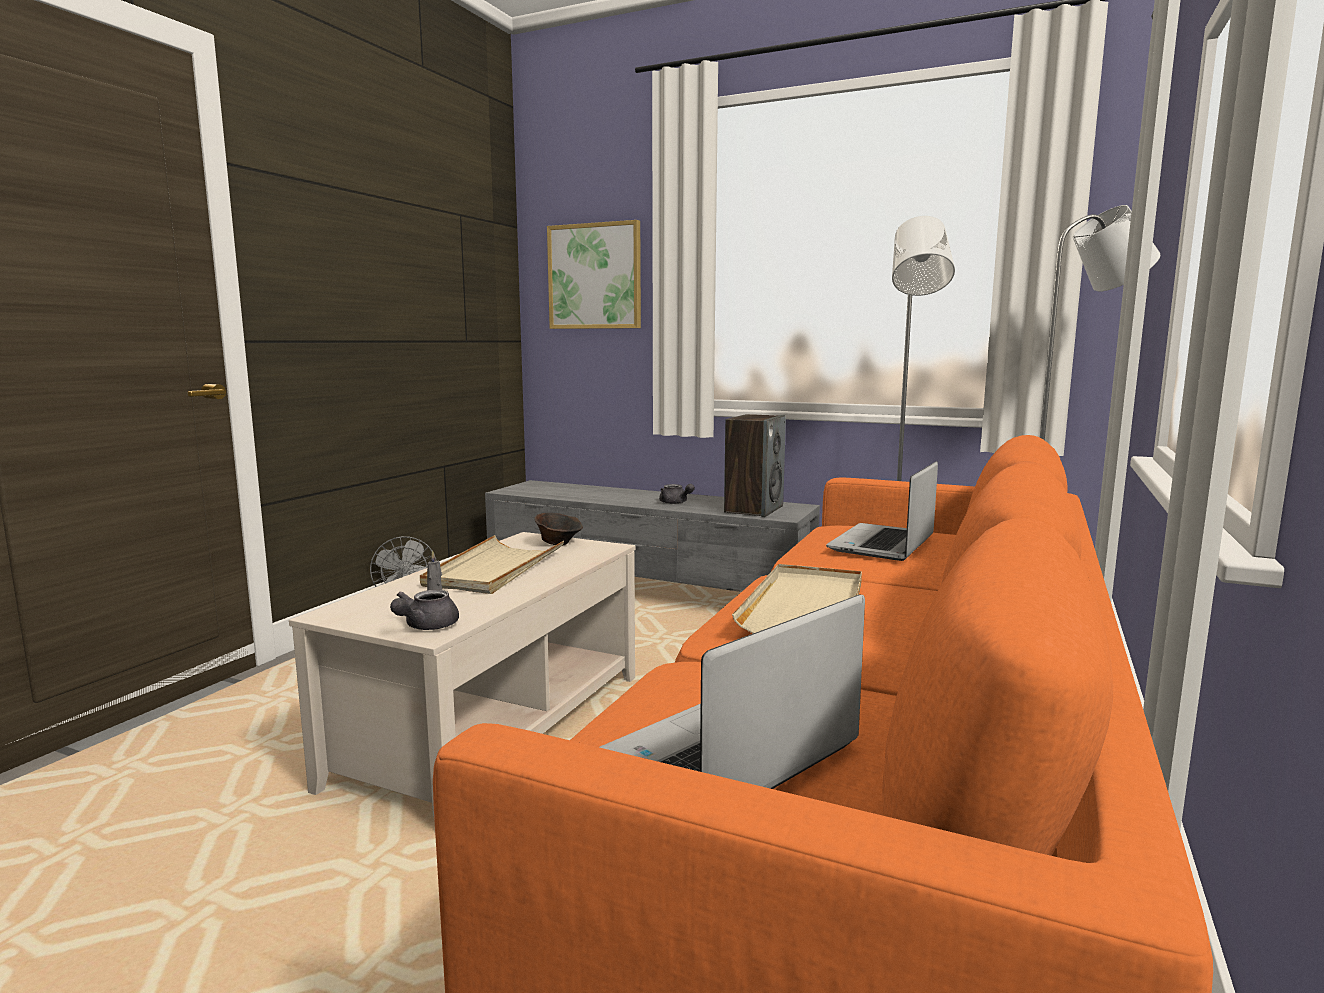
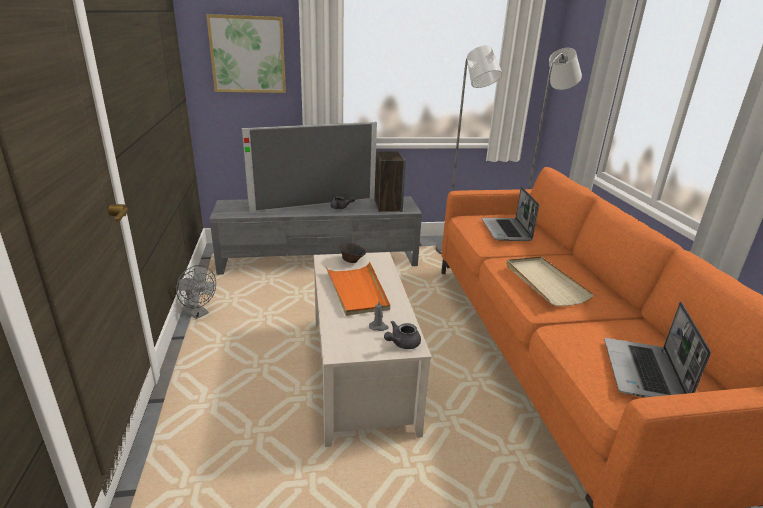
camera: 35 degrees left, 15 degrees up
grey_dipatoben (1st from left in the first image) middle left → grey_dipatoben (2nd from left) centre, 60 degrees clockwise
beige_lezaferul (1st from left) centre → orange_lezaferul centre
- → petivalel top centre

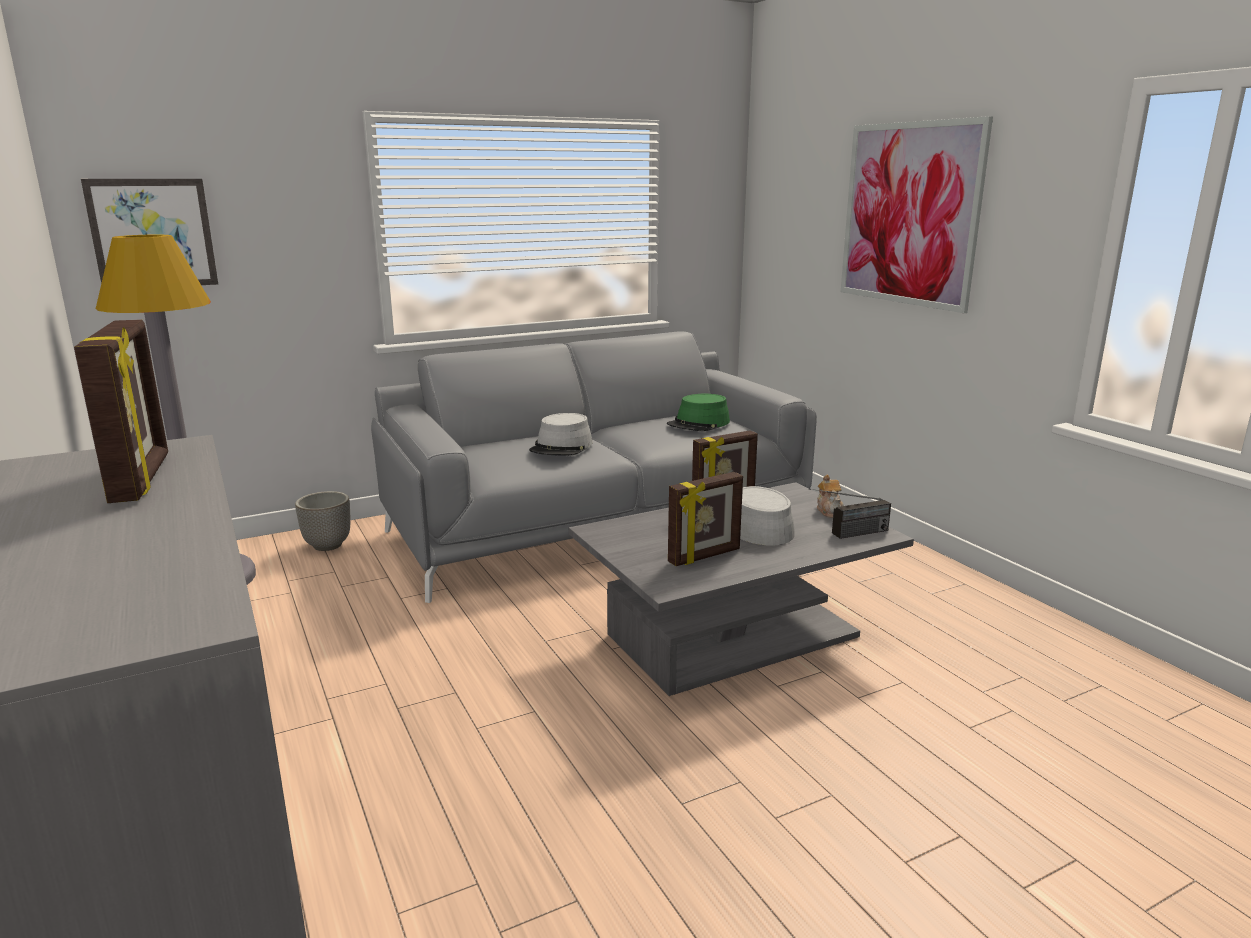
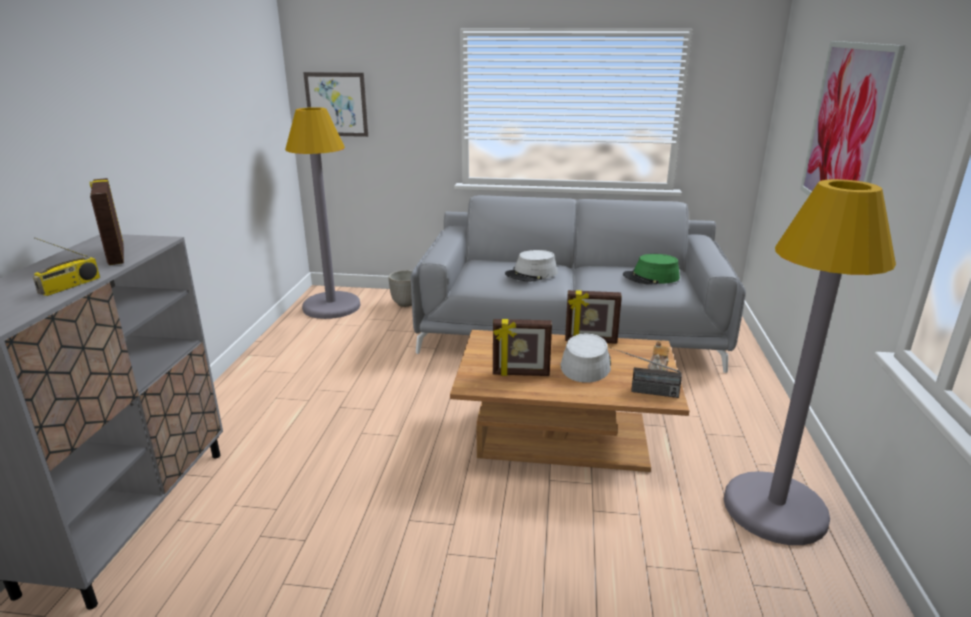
camera: 35 degrees right, 5 degrees up
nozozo (1st from left) middle left, 135 degrees clockwise
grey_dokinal centre → brown_dokinal centre
- → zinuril (1st from left) middle left
- → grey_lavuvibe (2nd from left) middle right

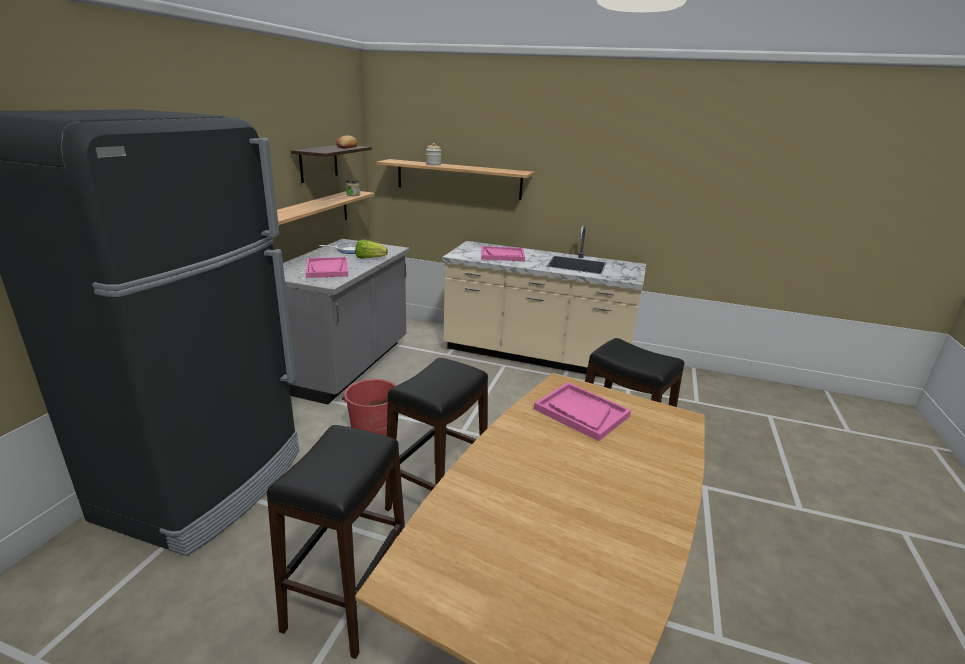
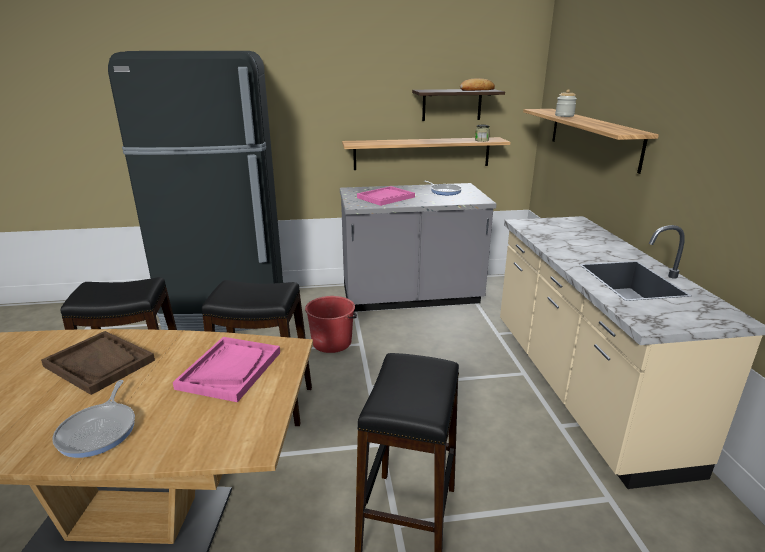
camera: 65 degrees right, 0 degrees up
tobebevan centre → -
pink_lezaferul (2nd from left) centre → -
- → brown_lezaferul middle left
- → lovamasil (1st from left) bottom left

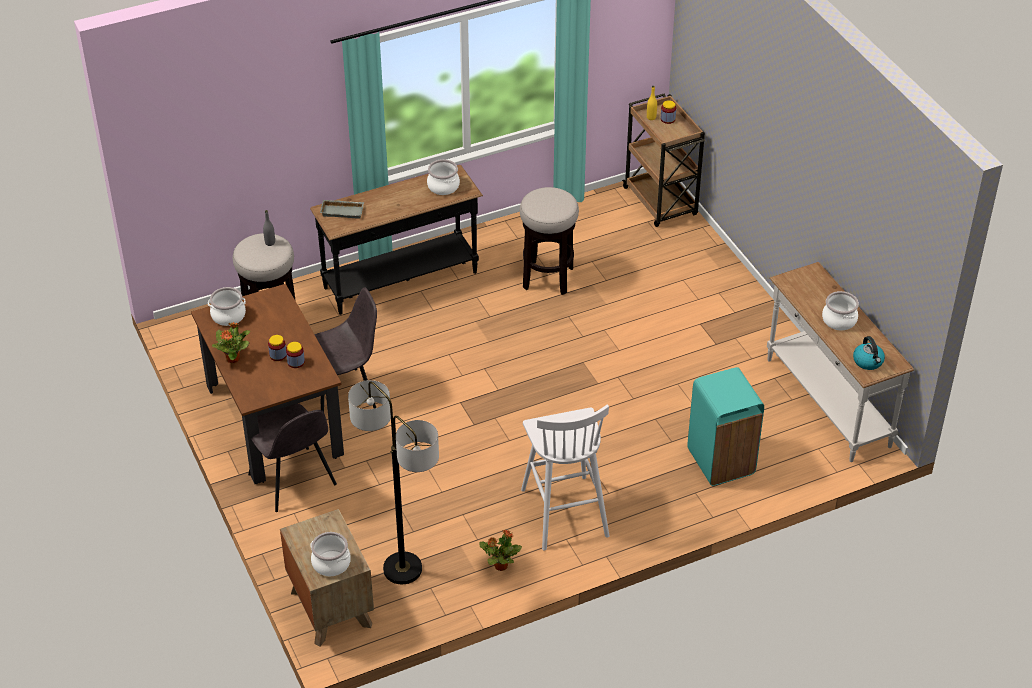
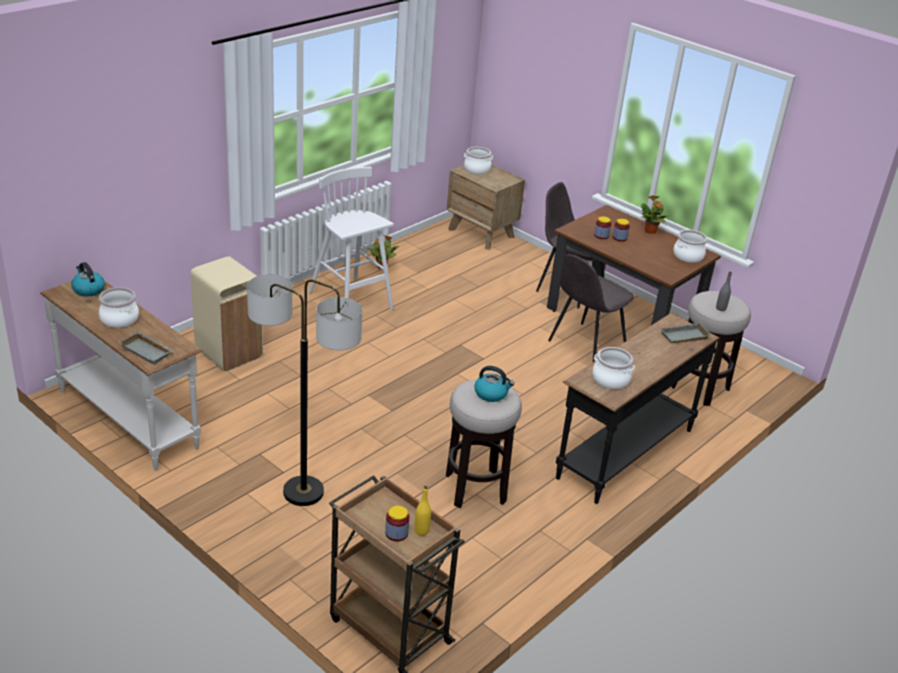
camera: 155 degrees right, 10 degrees down
lavuvibe bottom centre → lavuvibe centre, move
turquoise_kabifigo middle right → beige_kabifigo middle left
- → grey_lezaferul (1st from left) middle left
- → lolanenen (2nd from left) centre

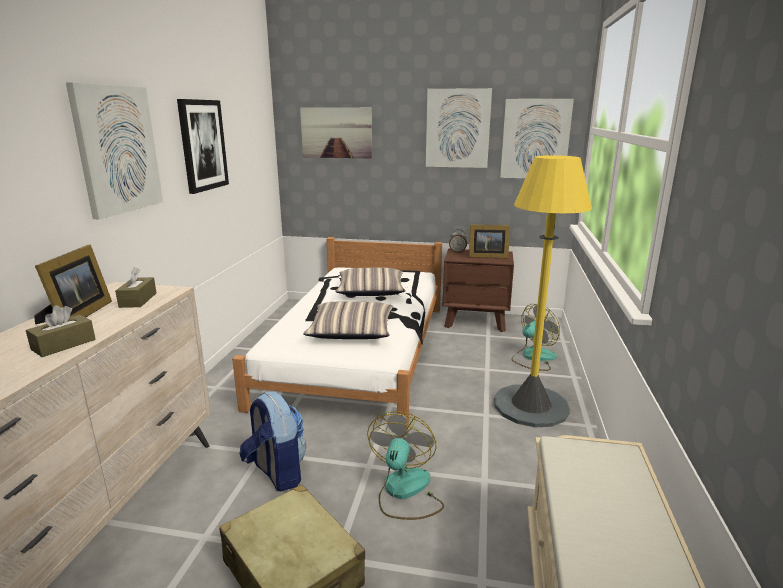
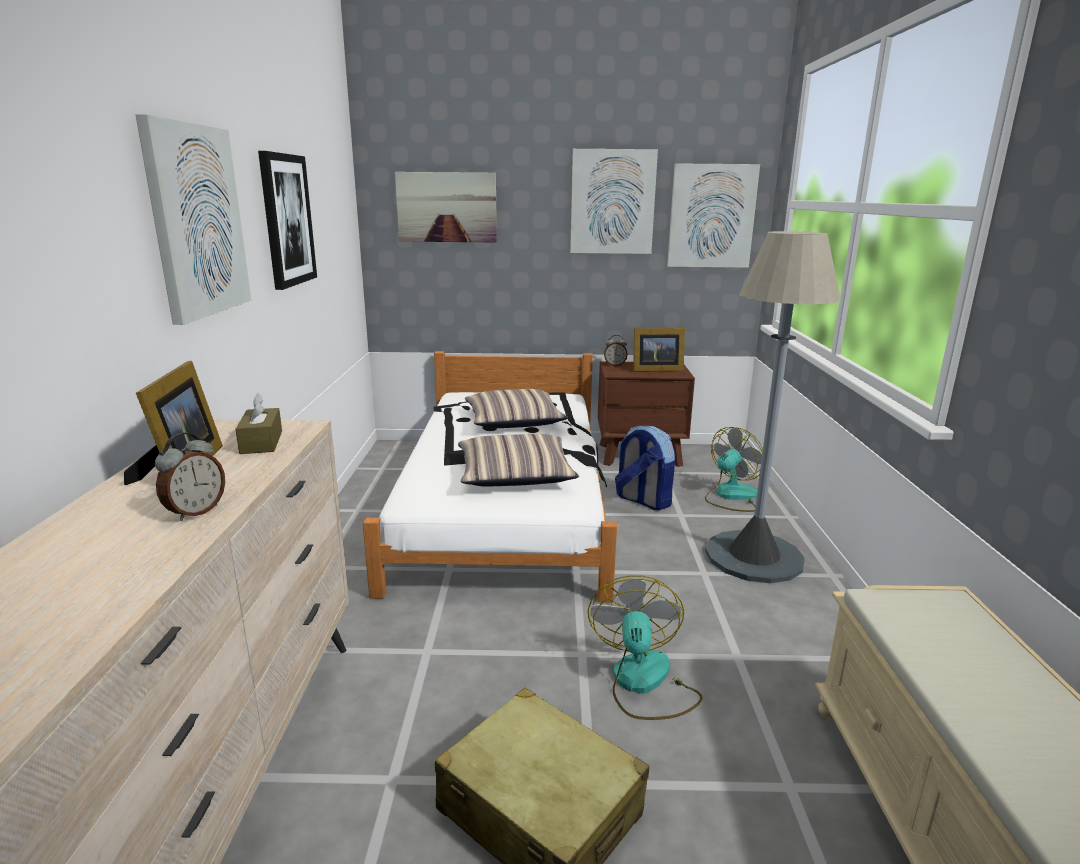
camera: 10 degrees left, 0 degrees up
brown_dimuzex (1st from left) middle left → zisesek (1st from left) middle left
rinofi bottom centre → rinofi centre, move
yellow_lavuvibe middle right → grey_lavuvibe middle right

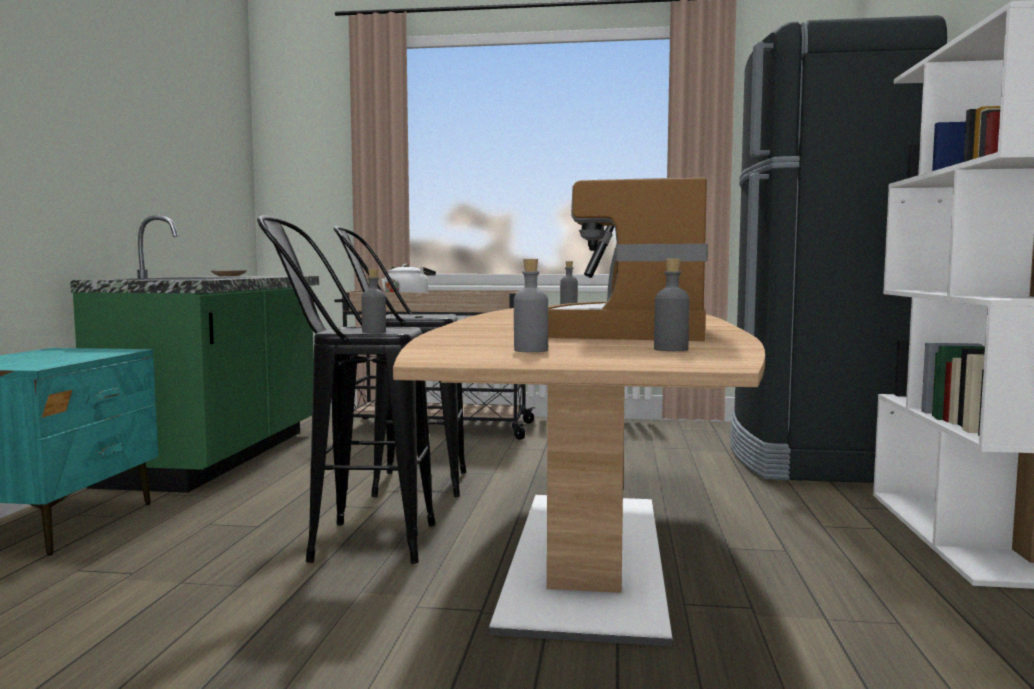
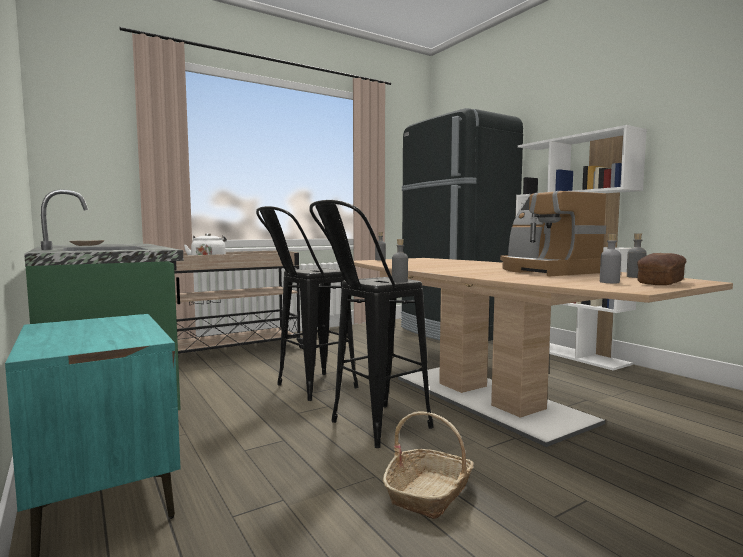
camera: 40 degrees left, 0 degrees up
- → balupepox bottom centre
- → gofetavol middle right

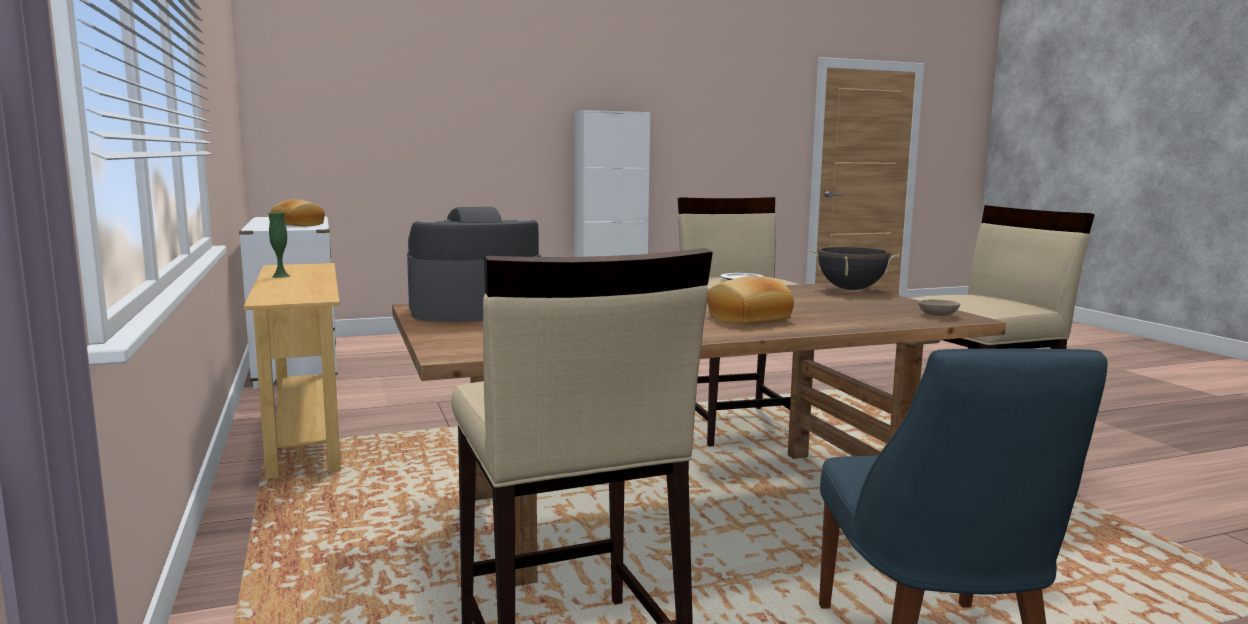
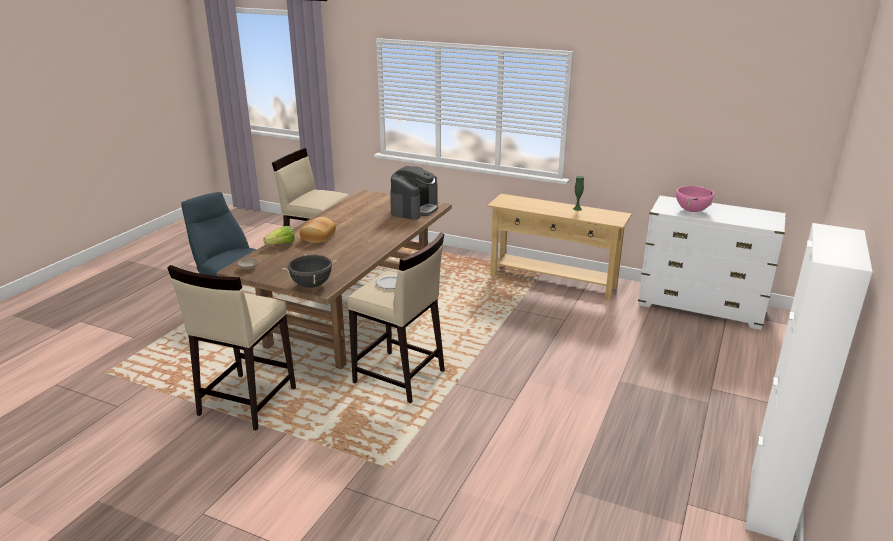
camera: 135 degrees right, 15 degrees up
gofetavol (1st from left) middle left → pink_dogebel middle right
- → tobebevan middle left

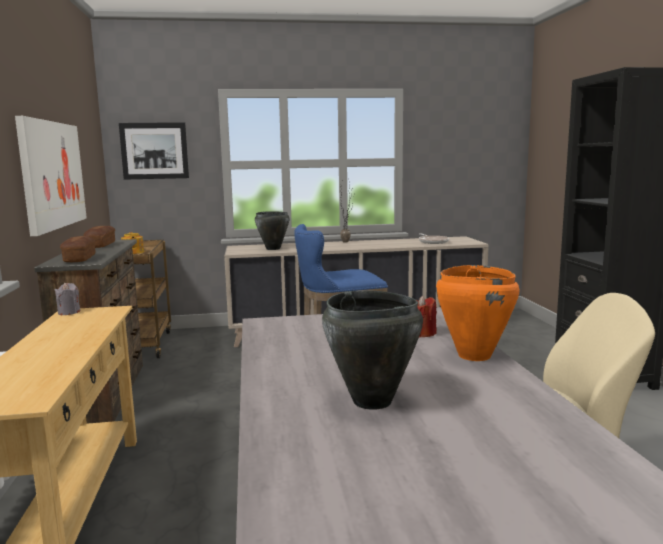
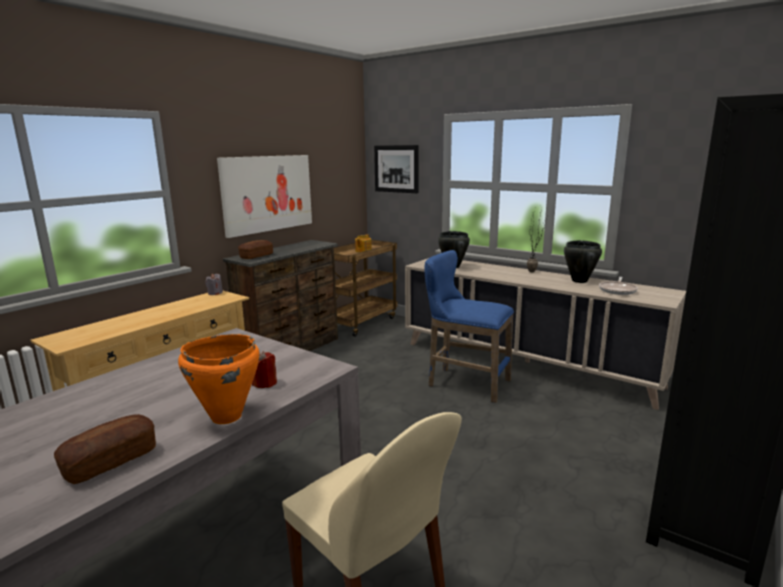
camera: 45 degrees right, 5 degrees up
gofetavol (2nd from left in the first image) middle left → gofetavol (1st from left) bottom left, move
black_dogebel (2nd from left) centre → black_dogebel (2nd from left) middle right, move

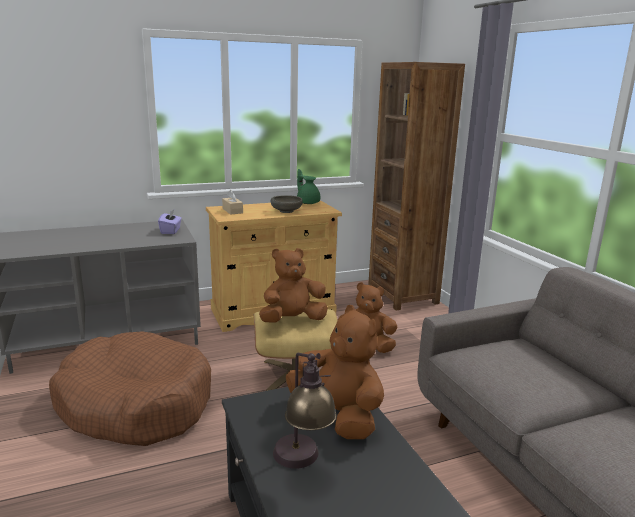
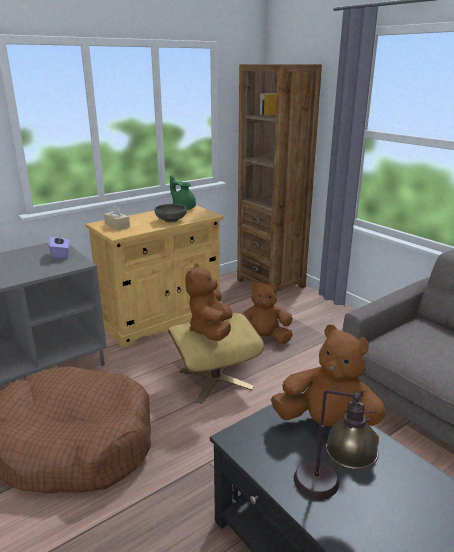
camera: 15 degrees left, 5 degrees up
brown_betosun (1st from left) centre, 45 degrees counterclockwise

